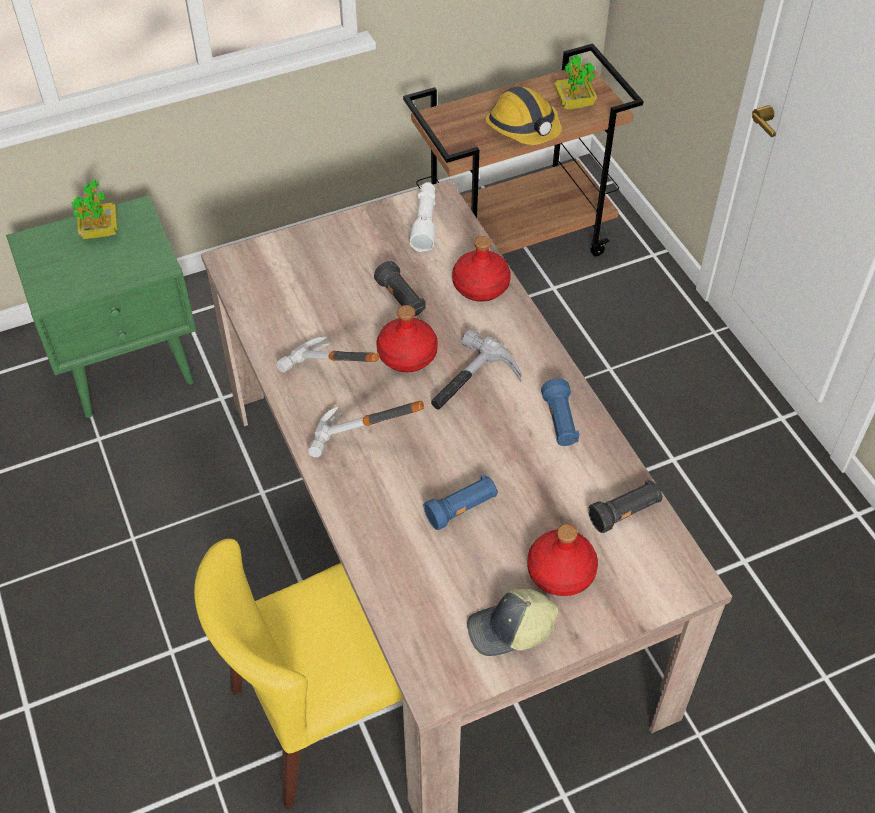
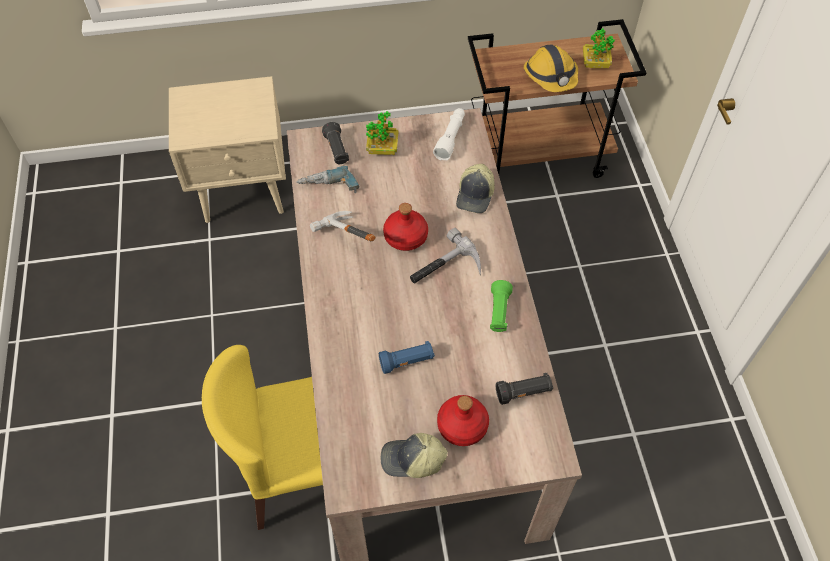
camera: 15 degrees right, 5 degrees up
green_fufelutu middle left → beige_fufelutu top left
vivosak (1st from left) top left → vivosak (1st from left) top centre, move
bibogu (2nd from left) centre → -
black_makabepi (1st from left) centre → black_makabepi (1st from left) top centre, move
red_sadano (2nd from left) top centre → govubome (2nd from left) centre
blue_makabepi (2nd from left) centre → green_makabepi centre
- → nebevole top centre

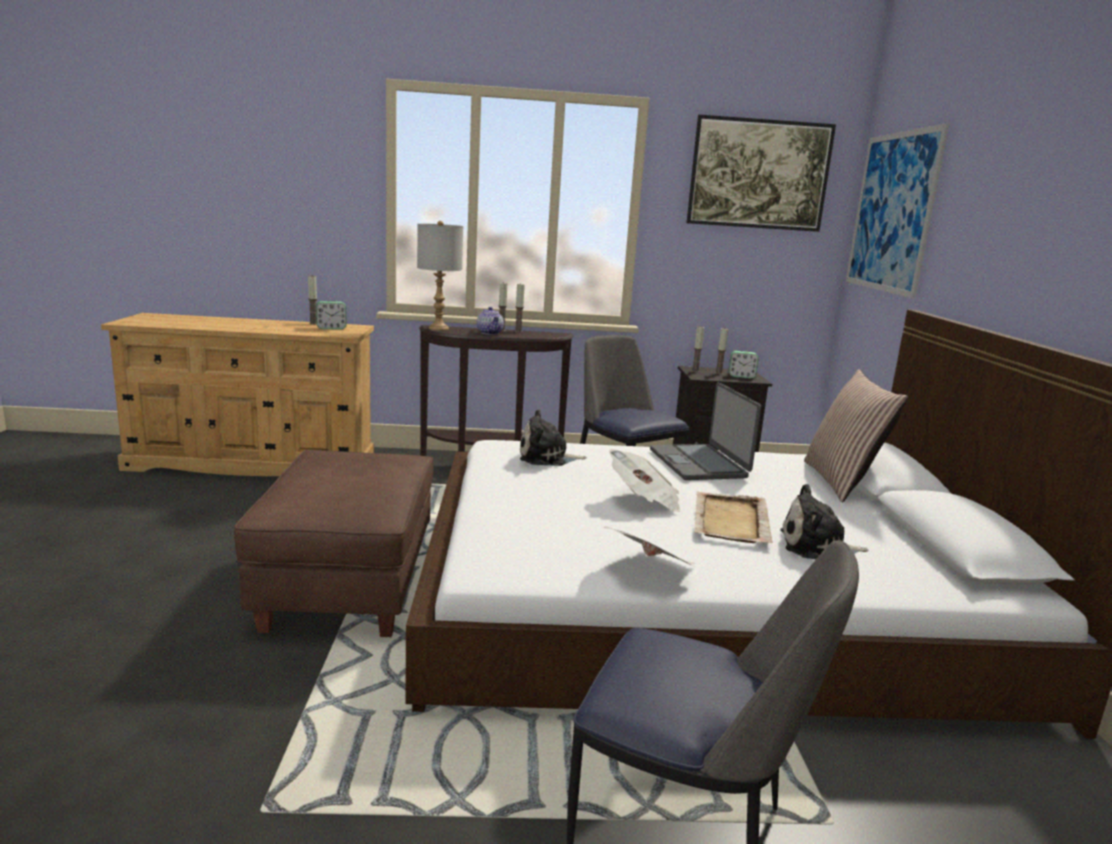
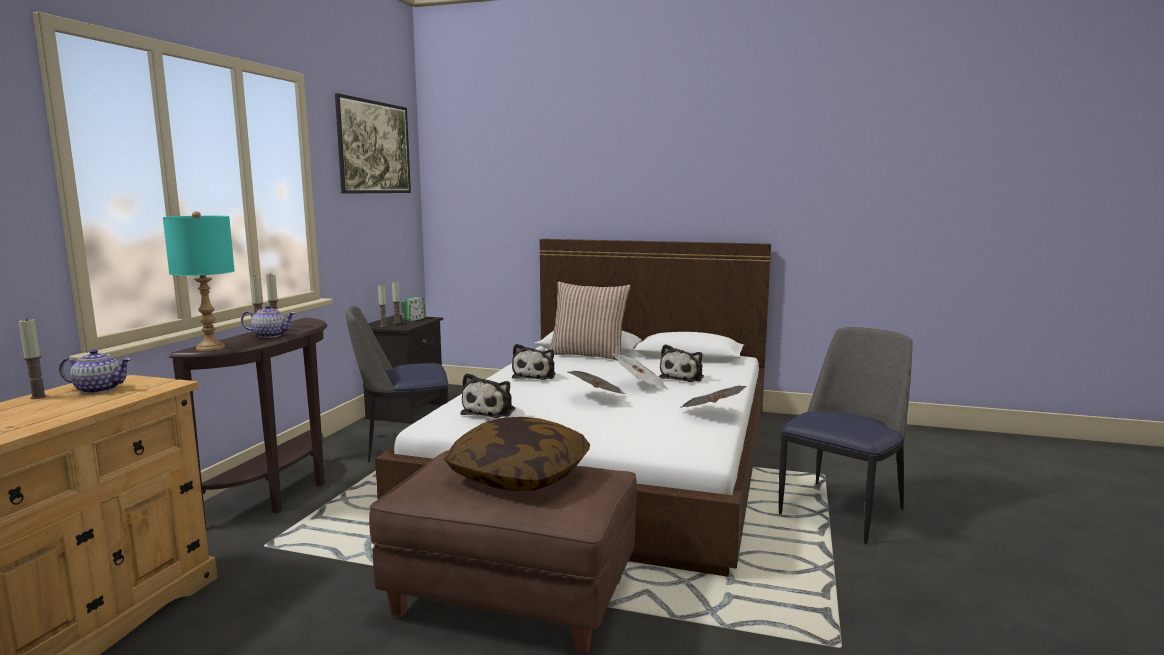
camera: 70 degrees left, 5 degrees down
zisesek (1st from left) middle left → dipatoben (1st from left) middle left
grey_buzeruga top centre → turquoise_buzeruga middle left
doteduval centre → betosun (2nd from left) centre
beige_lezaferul centre → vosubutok (2nd from left) centre
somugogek (2nd from left) top right → -
- → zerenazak (1st from left) bottom centre

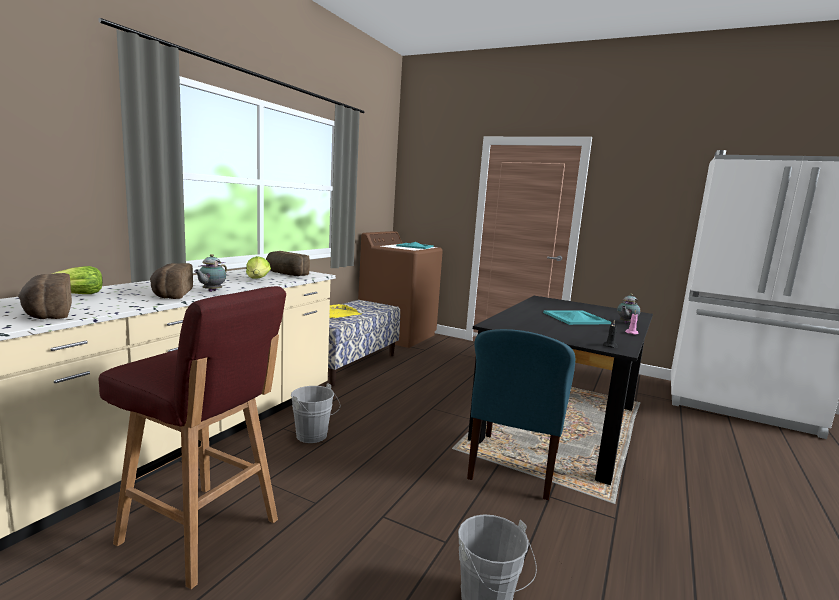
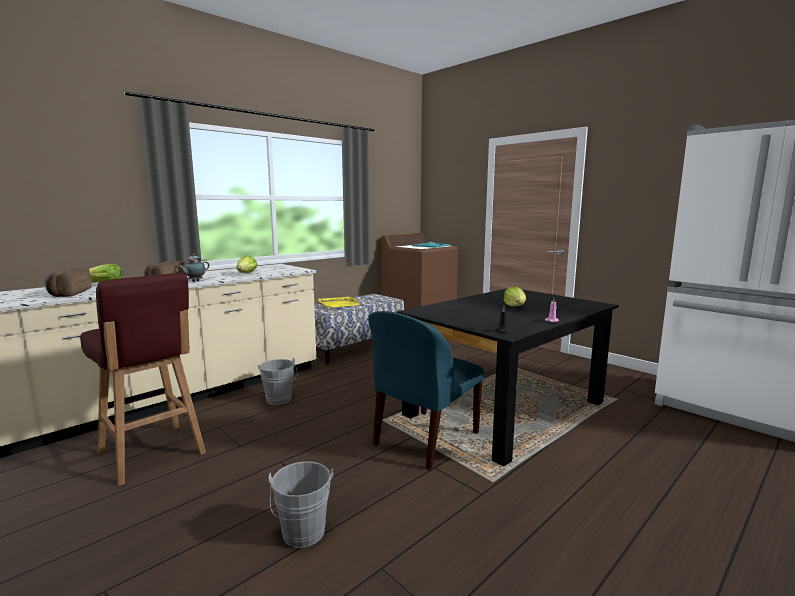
camera: 20 degrees right, 0 degrees up
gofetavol (3rd from left) centre → -
turquoise_lezaferul (2nd from left) middle right → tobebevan (3rd from left) centre
dipatoben (2nd from left) middle right → -

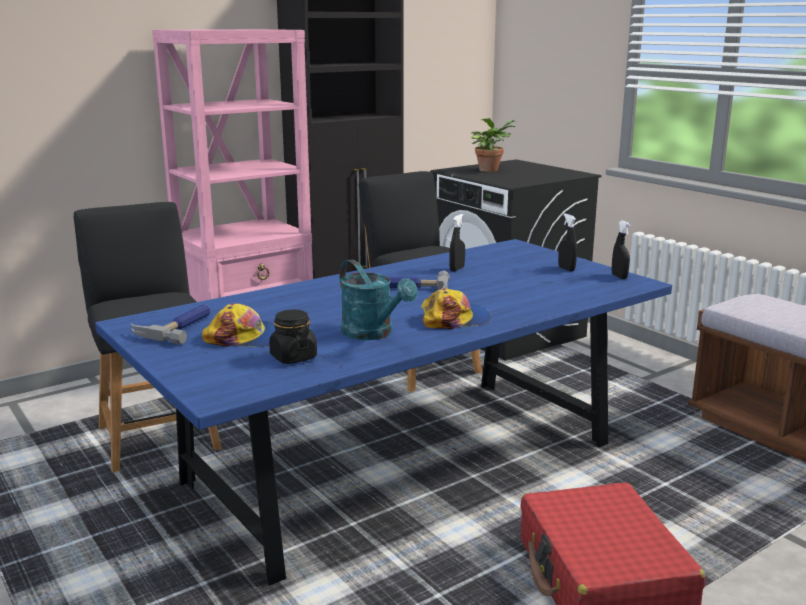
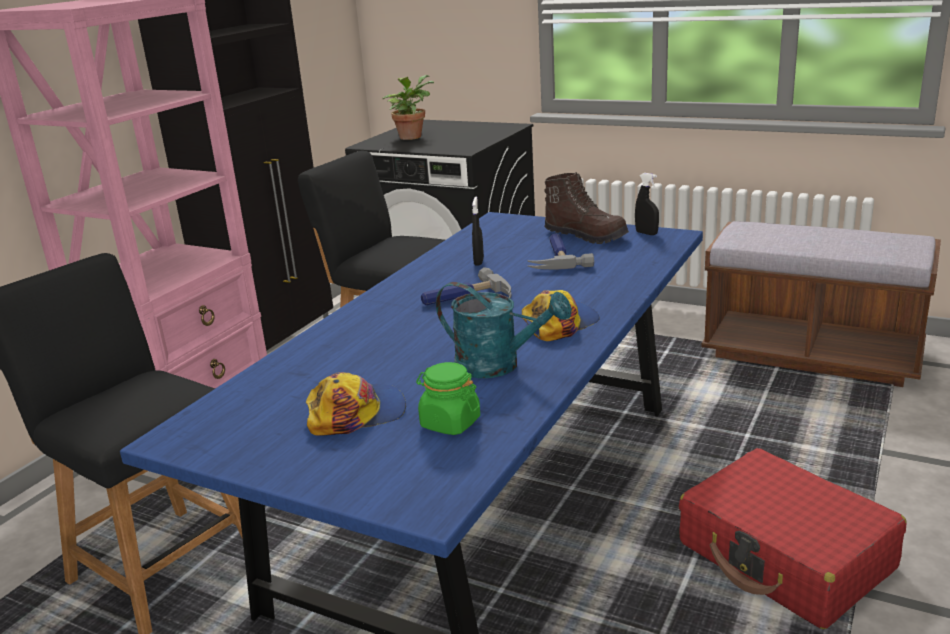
camera: 25 degrees left, 5 degrees up
bibogu (1st from left in the first image) middle left → bibogu (2nd from left) centre, move
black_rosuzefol centre → green_rosuzefol centre
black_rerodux (2nd from left) middle right → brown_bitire top centre

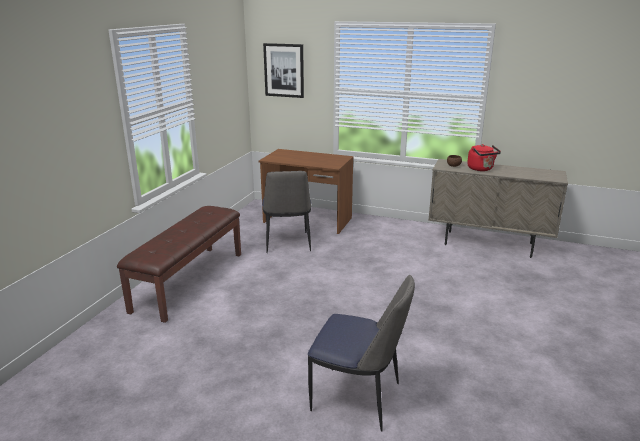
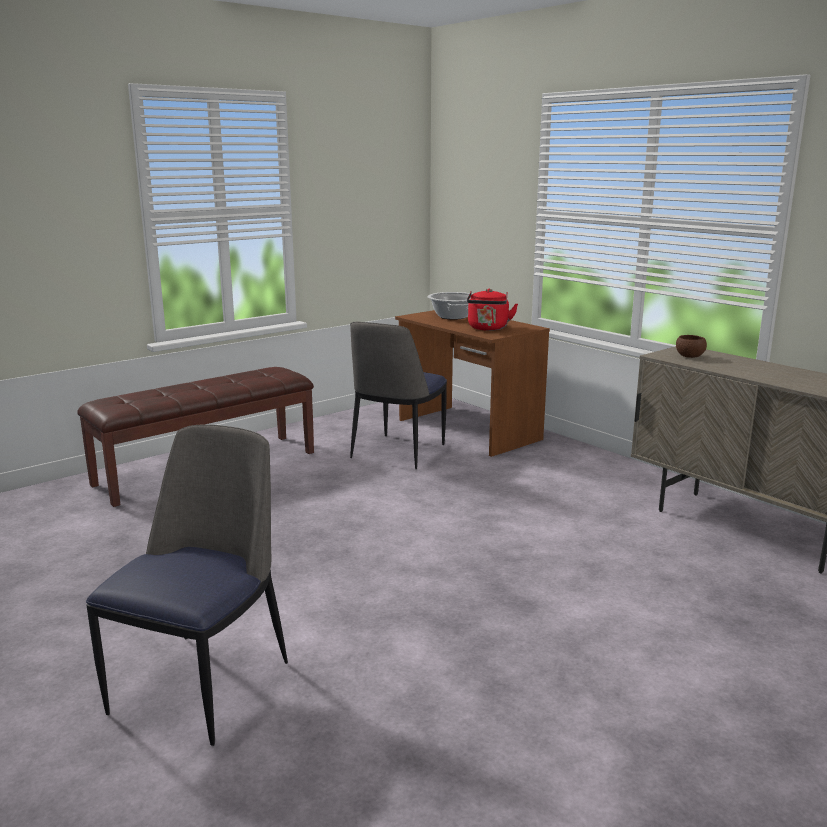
camera: 30 degrees right, 5 degrees down
somugogek top centre → -
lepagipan (2nd from left in the first image) bottom centre → lepagipan (1st from left) bottom left, 120 degrees counterclockwise
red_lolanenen middle right → red_lolanenen centre, move
- → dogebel centre

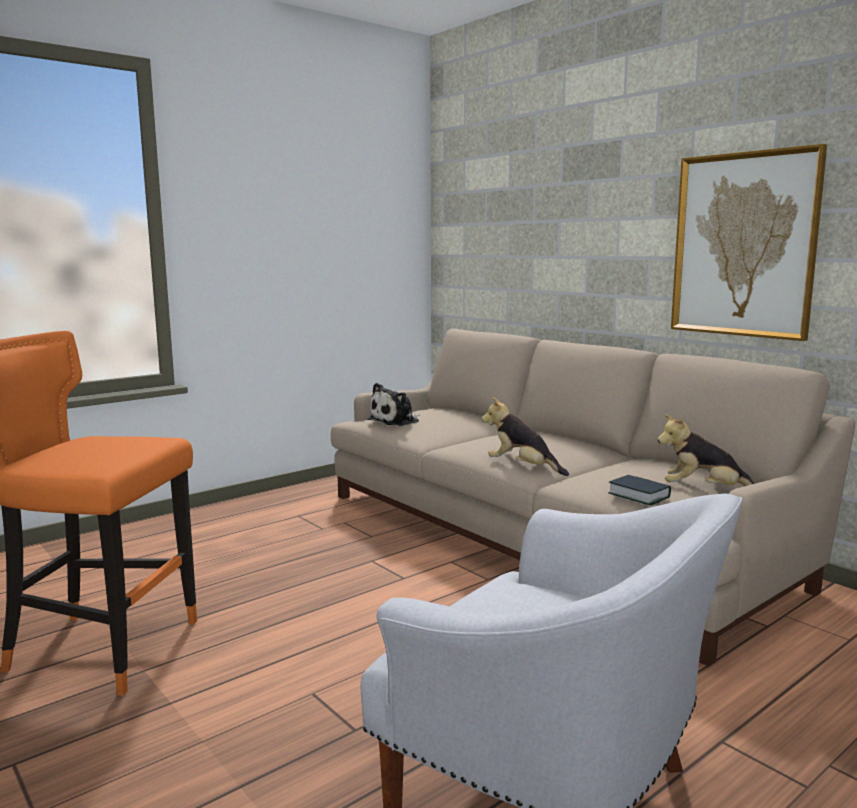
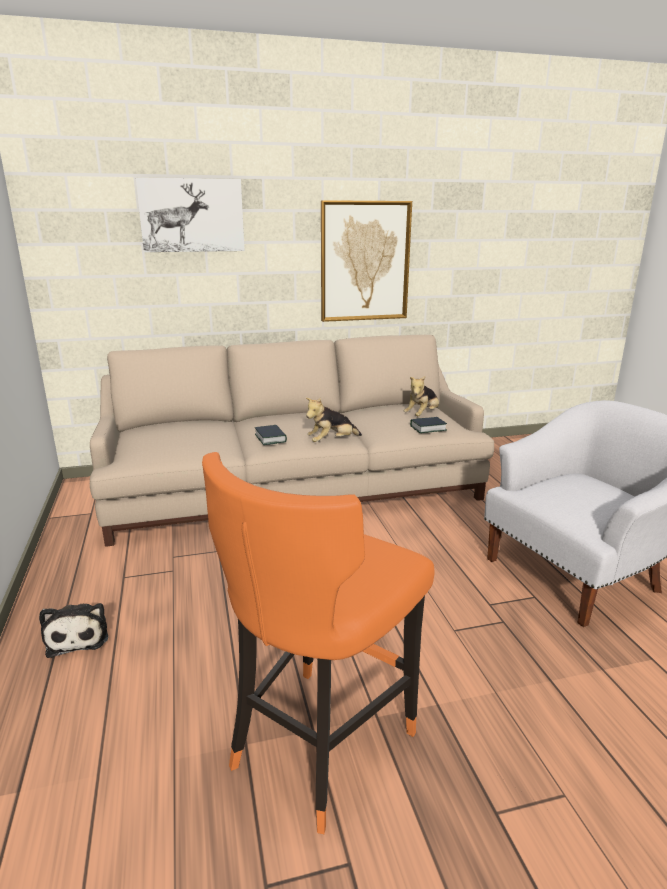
camera: 65 degrees left, 10 degrees up
betosun (1st from left) centre → betosun (1st from left) bottom left, move
- → somugogek (1st from left) top left
- → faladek (1st from left) centre

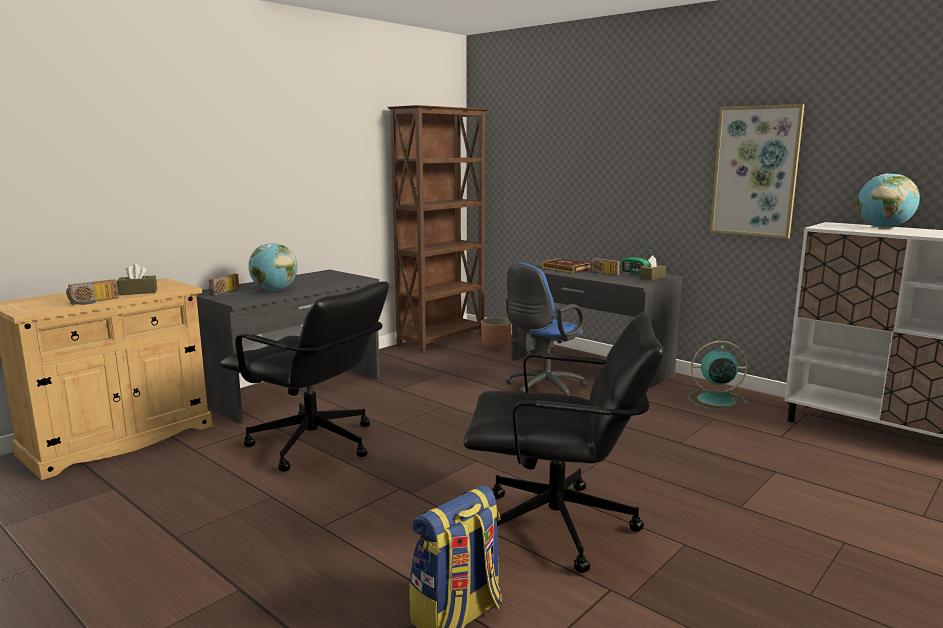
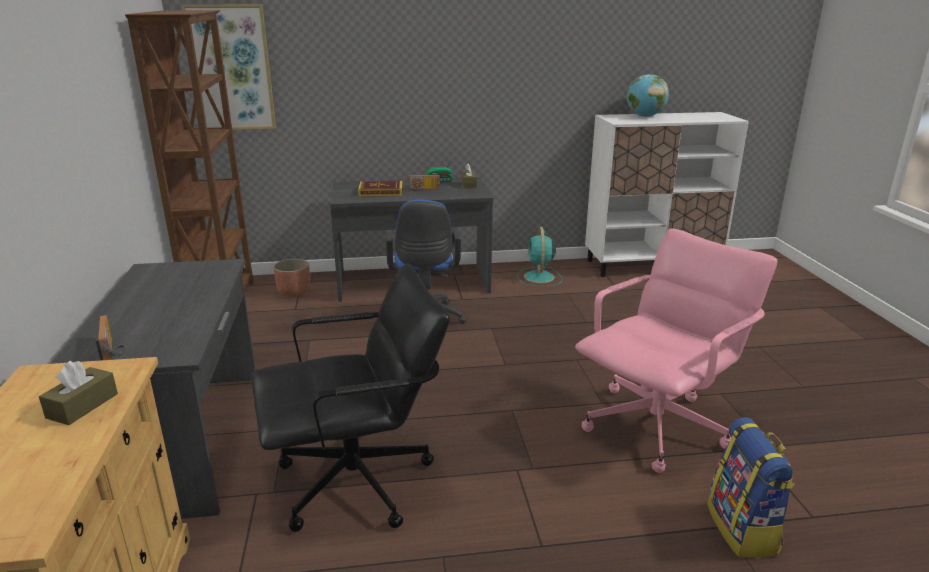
camera: 50 degrees left, 10 degrees up
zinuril (1st from left) middle left → -
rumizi (1st from left) middle left → -
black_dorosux (2nd from left) bottom centre → pink_dorosux middle right
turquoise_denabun middle right → turquoise_denabun centre, 45 degrees counterclockwise
somugogek top right → somugogek top left, move

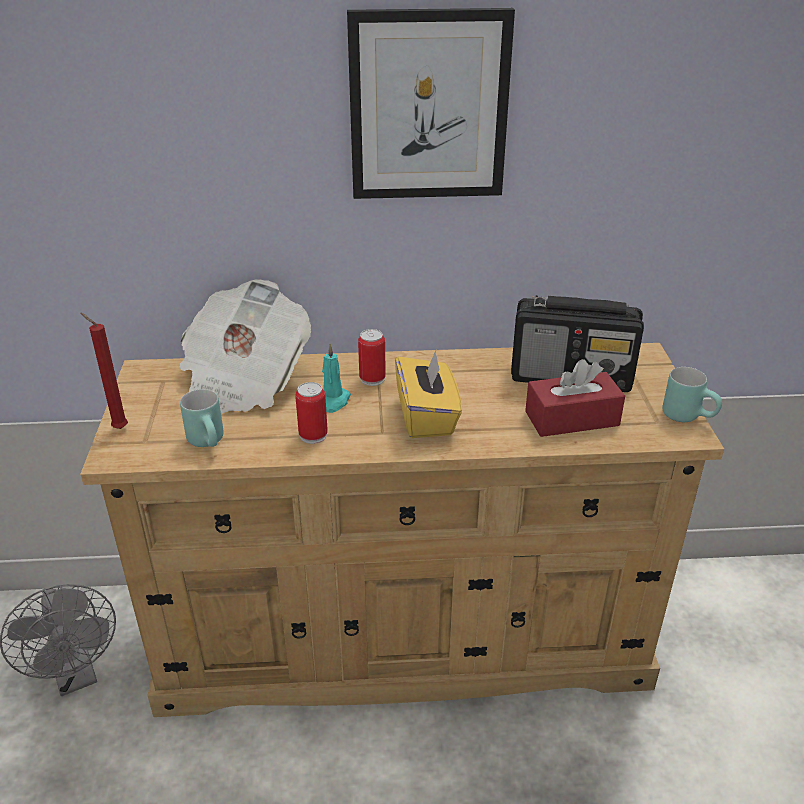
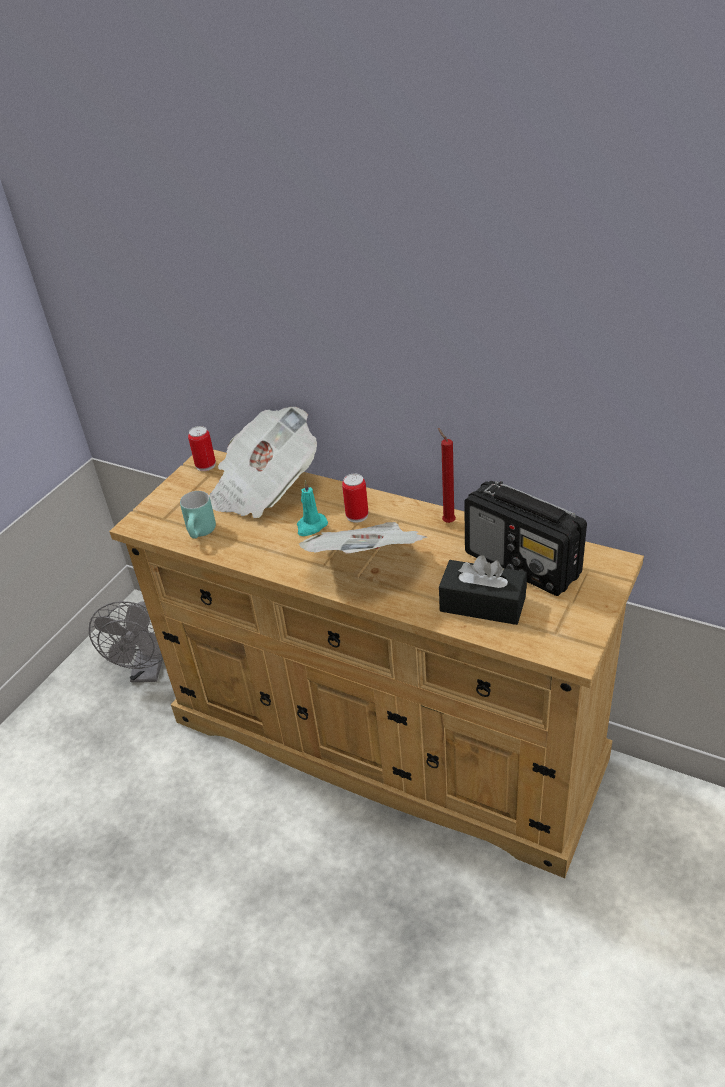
camera: 35 degrees right, 5 degrees up
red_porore middle left → red_porore centre, move
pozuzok (1st from left) centre → pozuzok (1st from left) middle left, move
somugogek top centre → -
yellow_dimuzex centre → vosubutok (2nd from left) centre
red_dimuzex middle right → black_dimuzex centre
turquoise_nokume (2nd from left) middle right → -

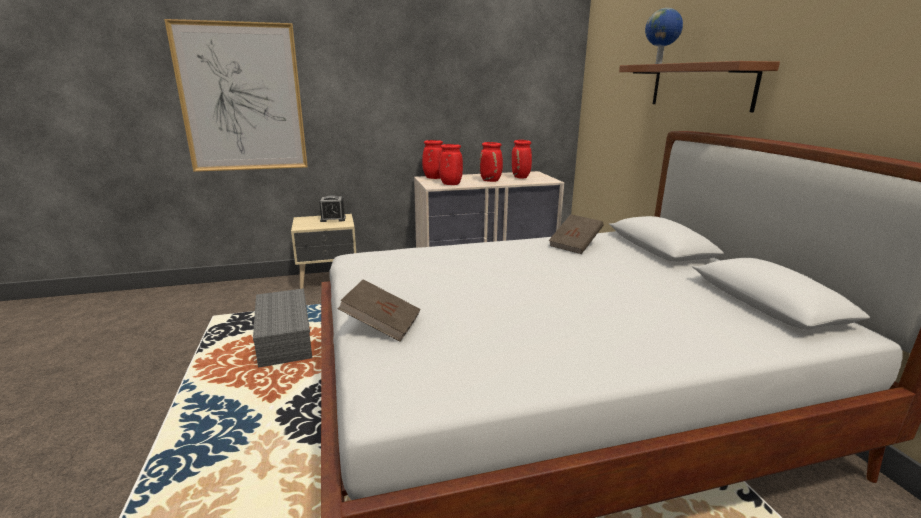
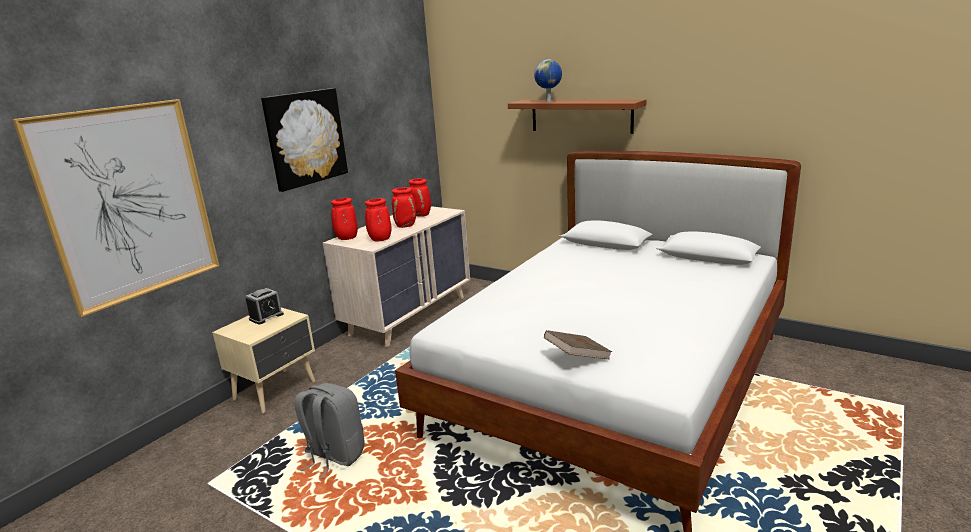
camera: 40 degrees left, 0 degrees up
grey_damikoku middle left → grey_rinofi bottom centre
brown_faladek (2nd from left) centre → -
- → somugogek (2nd from left) top left

